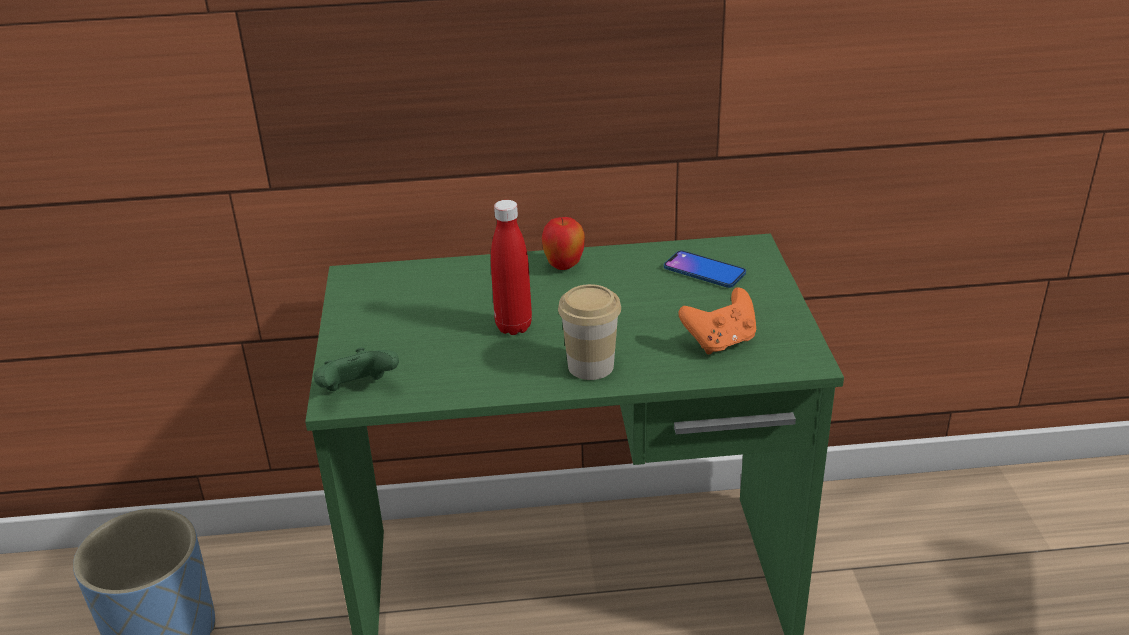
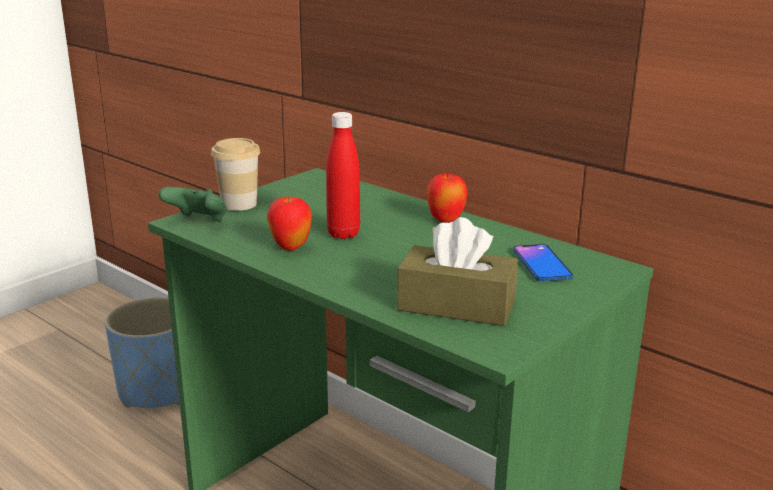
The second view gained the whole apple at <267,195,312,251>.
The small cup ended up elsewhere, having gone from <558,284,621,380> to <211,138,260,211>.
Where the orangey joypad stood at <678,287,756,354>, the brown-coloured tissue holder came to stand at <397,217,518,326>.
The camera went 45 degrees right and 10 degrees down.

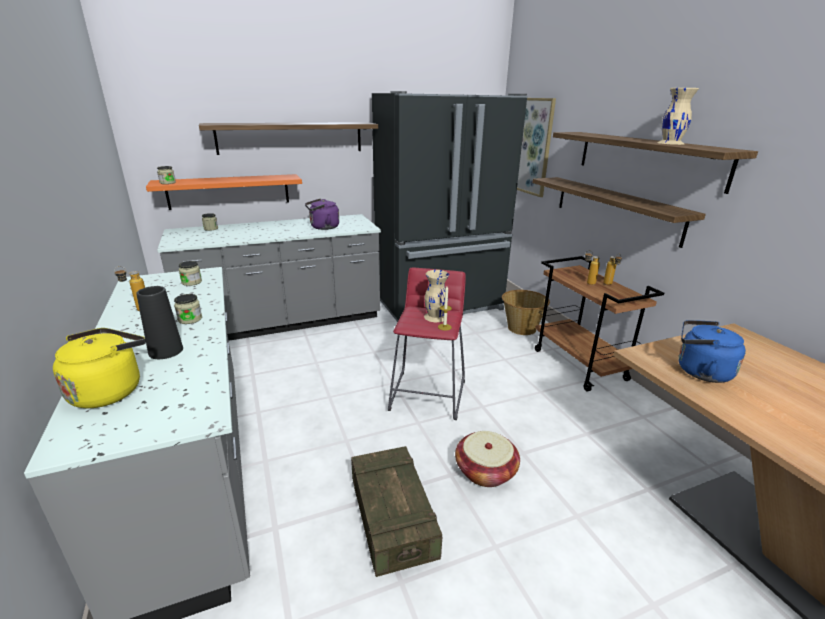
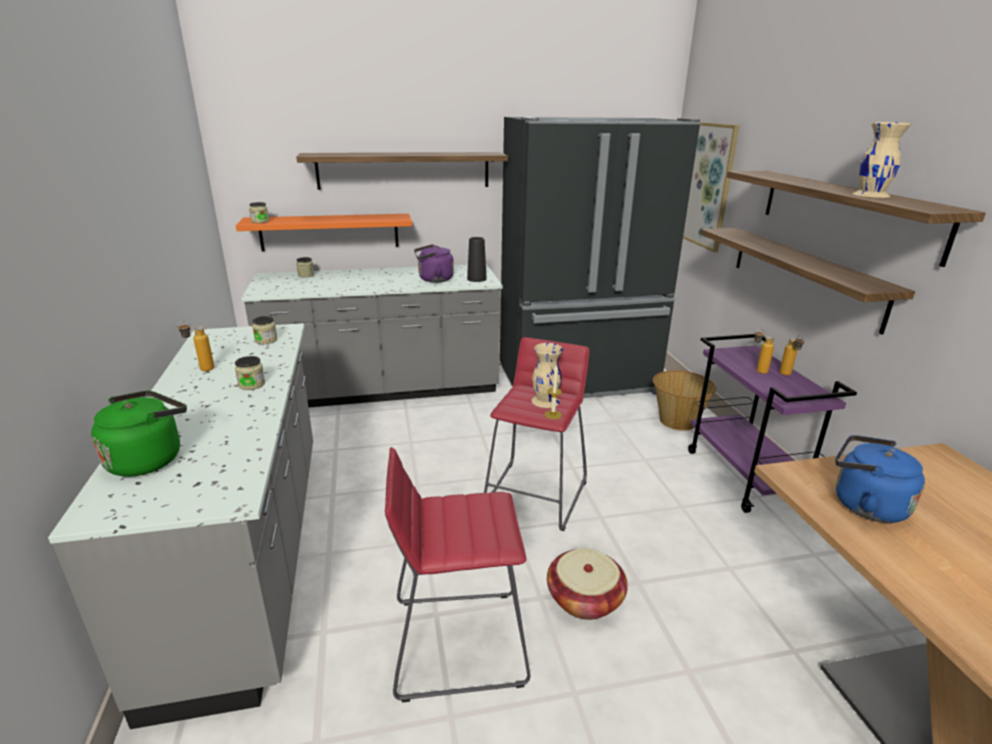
The blackish vase ended up elsewhere, having gone from <136,286,183,359> to <467,237,486,282>.
Where the packing crate stood at <351,446,442,577>, the red sitting stool came to stand at <385,447,530,702>.
What was the yellow kettle at <53,328,146,408> turned into the green-coloured kettle at <91,391,187,477>.
What was the brown-coloured trolley at <535,256,664,392> turned into the purplish trolley at <688,334,857,513>.
The camera went 10 degrees right and 0 degrees up.

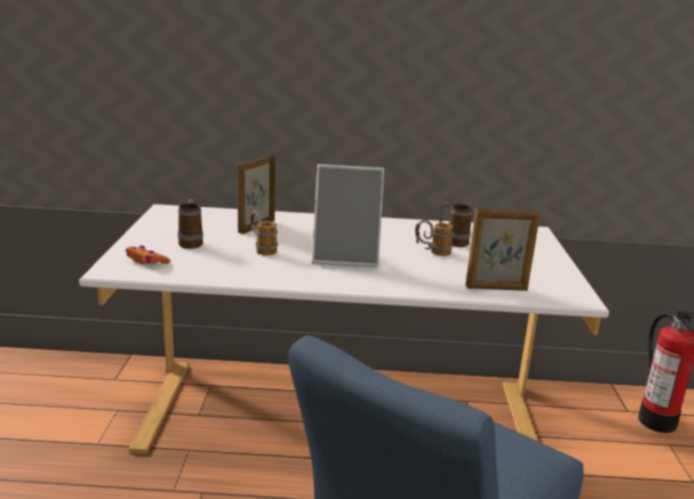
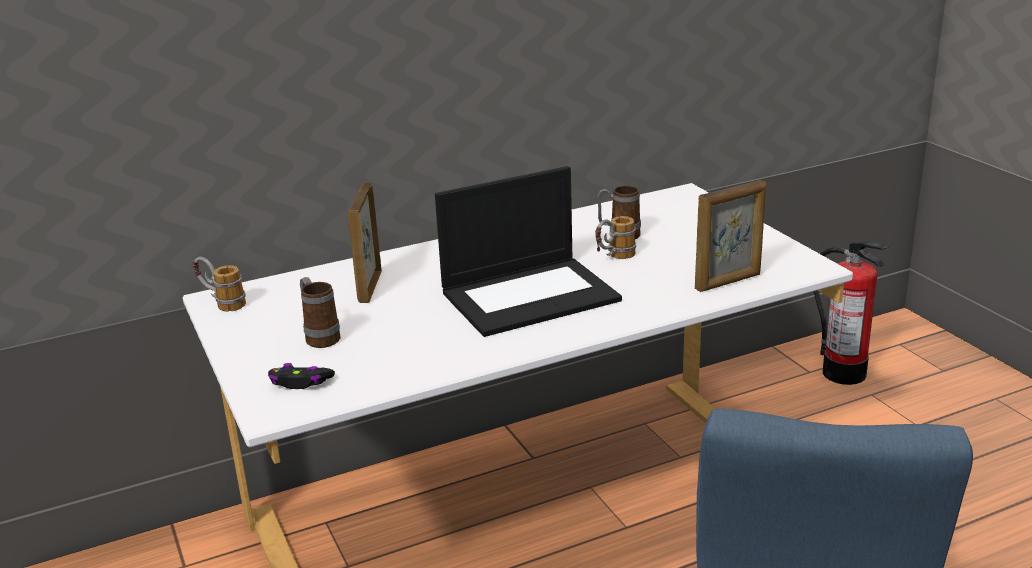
The mug ended up elsewhere, having gone from <250,211,278,256> to <193,257,246,312>.
Where the photo frame stood at <312,164,384,268>, the notebook computer came to stand at <435,166,622,337>.
What was the orangey joypad at <125,245,171,264> turned into the blackish joypad at <268,363,335,389>.
The camera went 25 degrees left and 5 degrees up.

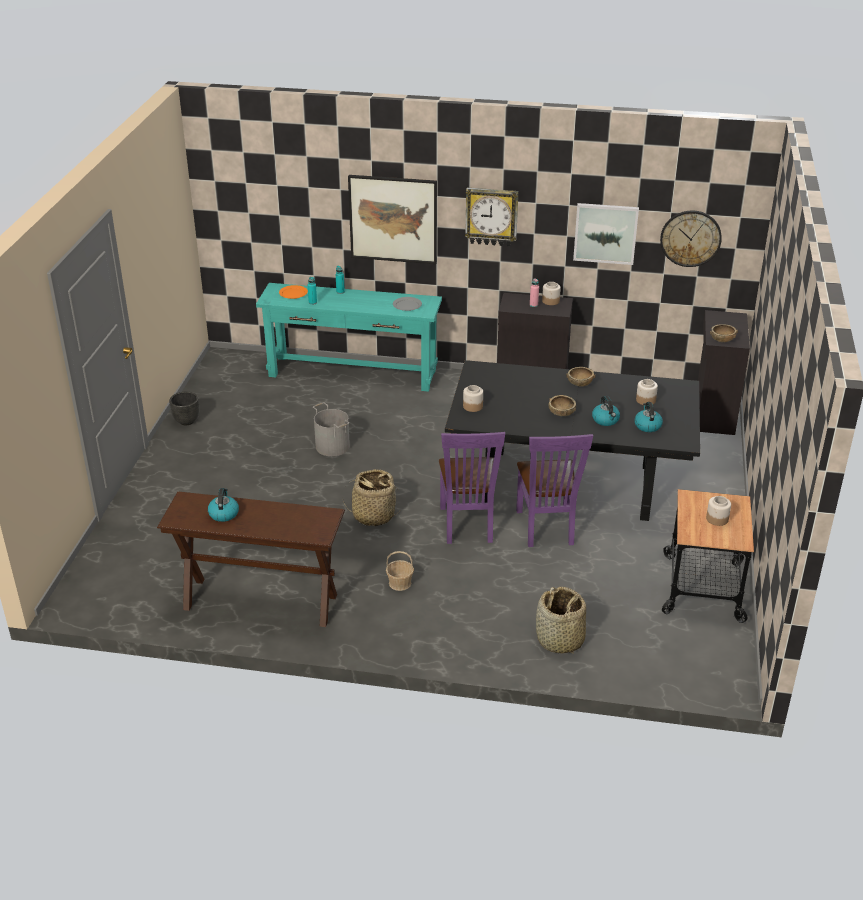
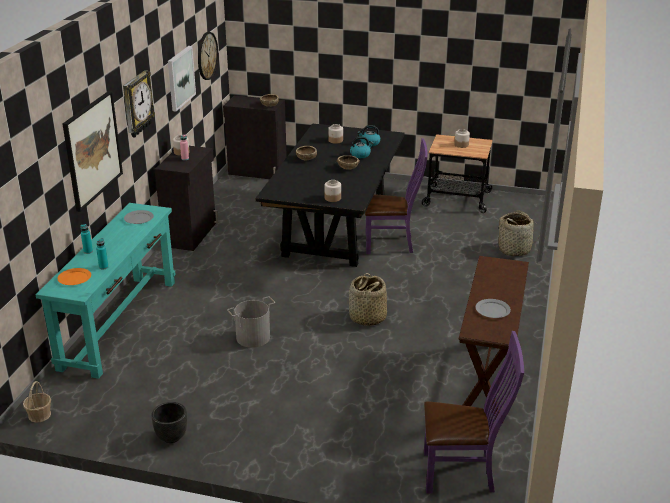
The household basket ended up elsewhere, having gone from <386,551,414,591> to <23,381,51,423>.
The purplish chair ended up elsewhere, having gone from <439,432,505,544> to <424,331,524,494>.
Where the kettle stood at <208,488,239,522>, the greyish plate came to stand at <475,299,511,318>.
The camera went 85 degrees left and 5 degrees down.

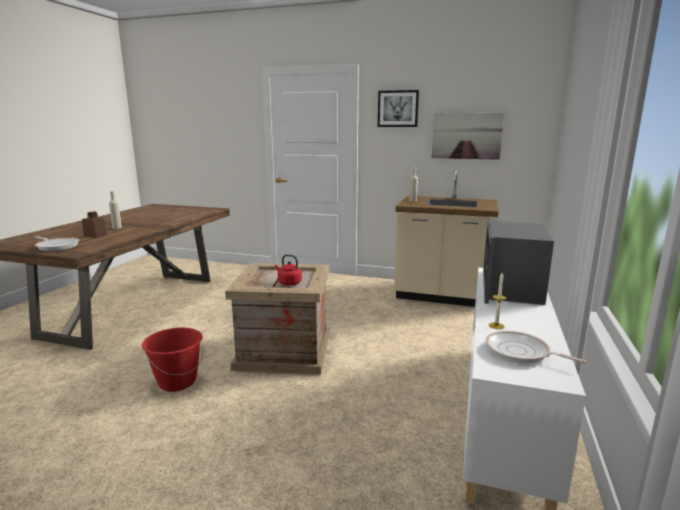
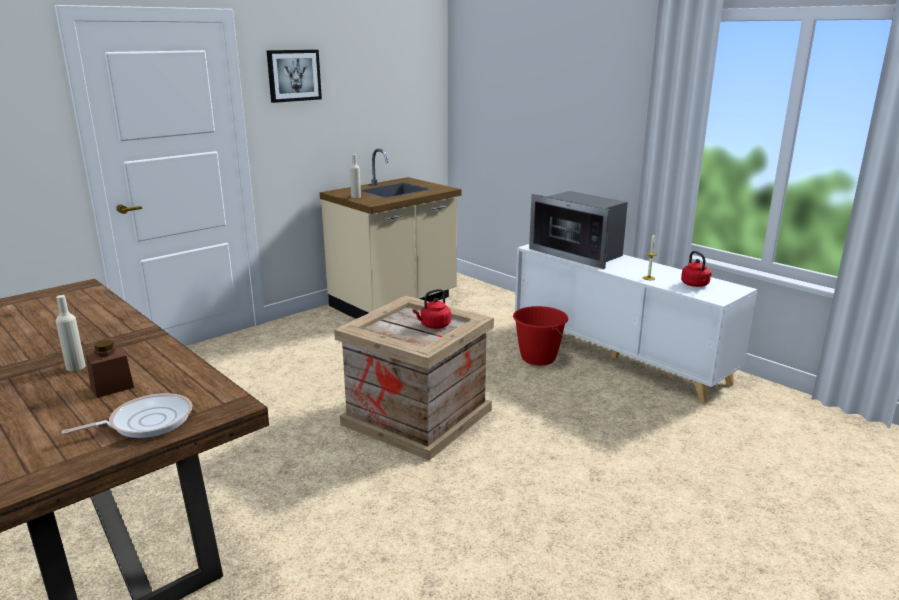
The second view lost the wall art at <432,113,504,160>.
The red water bucket ended up elsewhere, having gone from <142,328,204,392> to <513,306,568,365>.
Where the frying pan stood at <486,331,587,364>, the red kettle came to stand at <681,251,712,287>.
The camera went 60 degrees left and 5 degrees up.

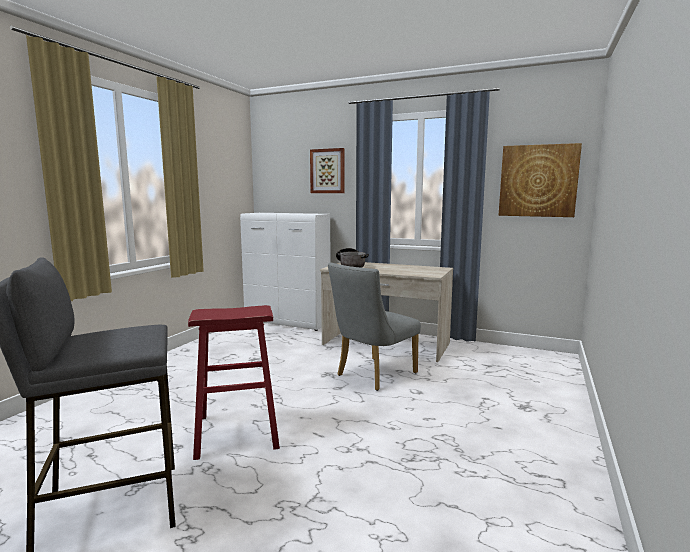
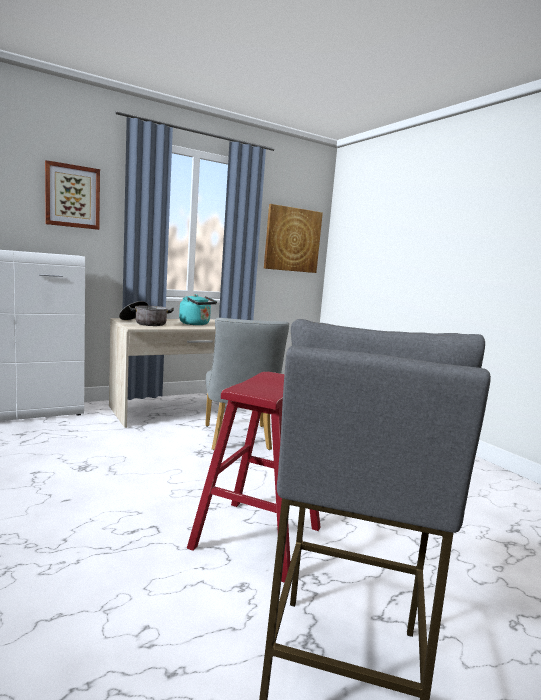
The second view gained the turquoise kettle at <179,294,217,325>.
The camera went 55 degrees left and 0 degrees up.

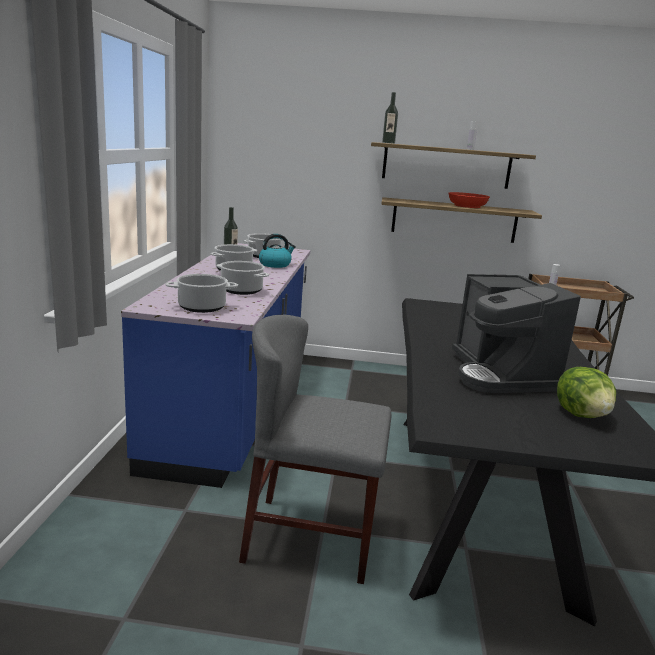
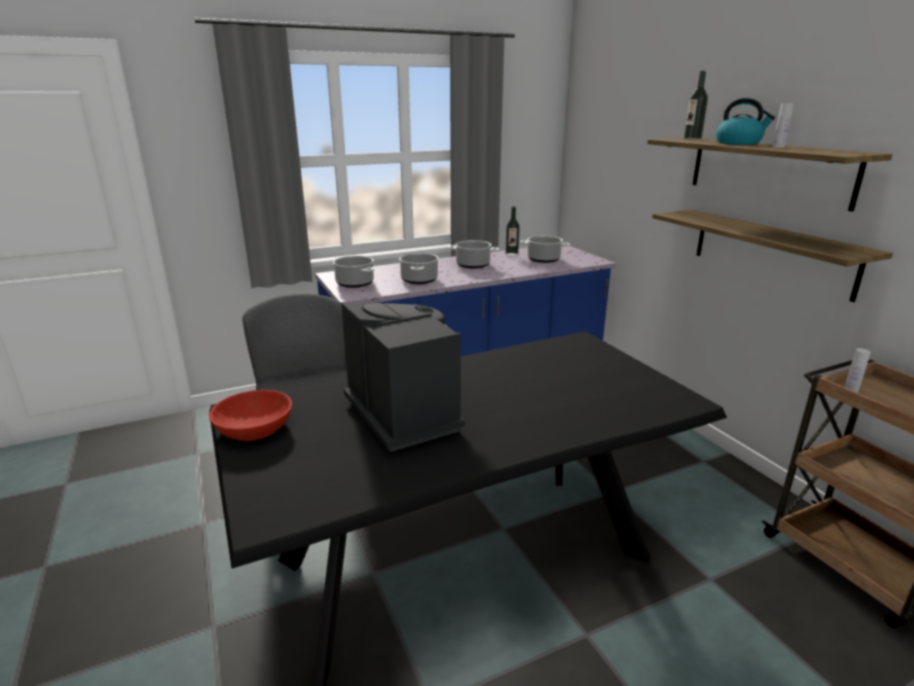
The second view lost the head of lettuce at <557,367,616,418>.
The kettle ended up elsewhere, having gone from <259,234,296,268> to <716,98,775,145>.
The red bowl ended up elsewhere, having gone from <449,192,490,208> to <209,390,293,441>.
The coffee brewer at <452,274,581,393> ended up facing another way, 105 degrees clockwise from before.
The camera went 60 degrees right and 5 degrees up.

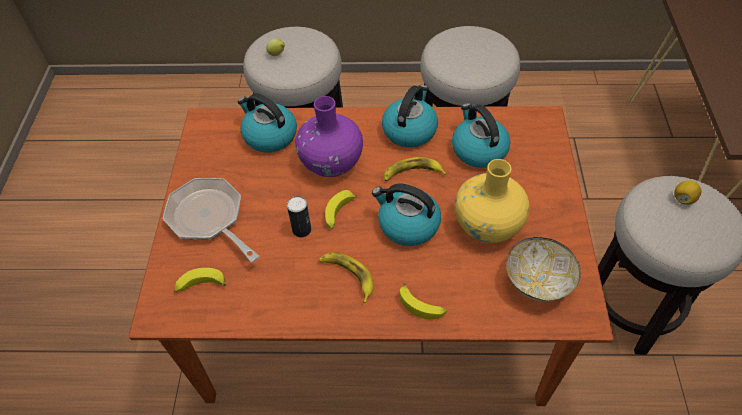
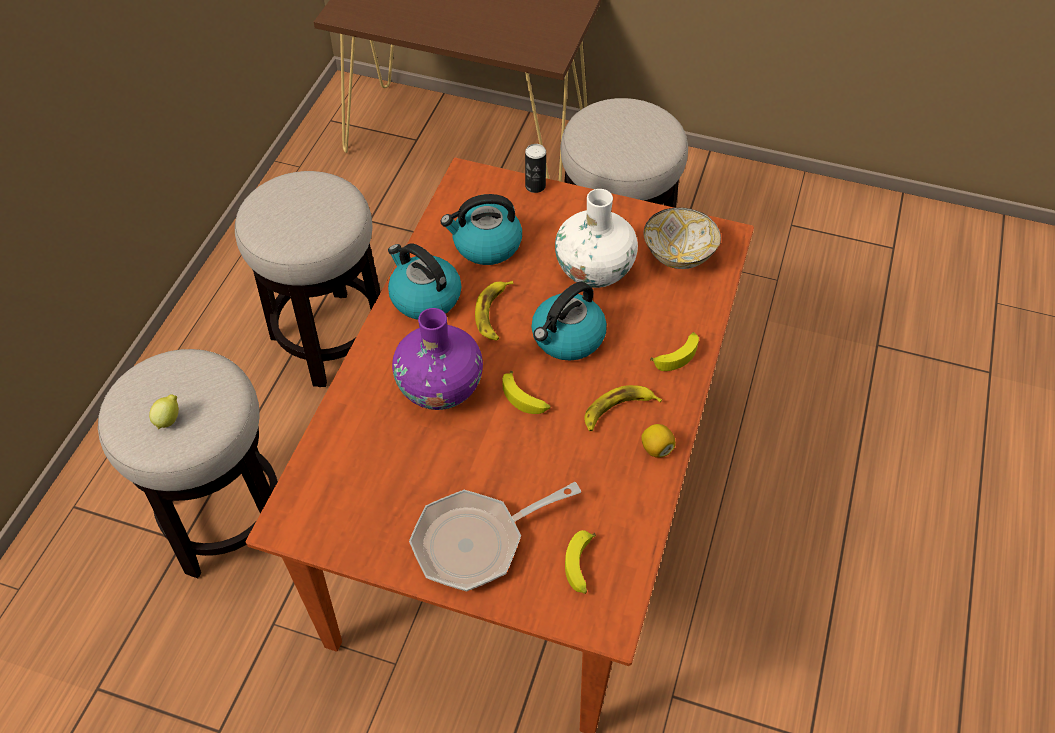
The second view lost the kettle at <238,93,297,153>.
The metal can ended up elsewhere, having gone from <287,196,311,237> to <525,144,546,193>.
The citrus fruit ended up elsewhere, having gone from <674,181,701,205> to <641,424,676,458>.
What was the yellow vase at <455,159,529,243> turned into the whitish vase at <555,189,638,288>.
The camera went 75 degrees left and 0 degrees up.

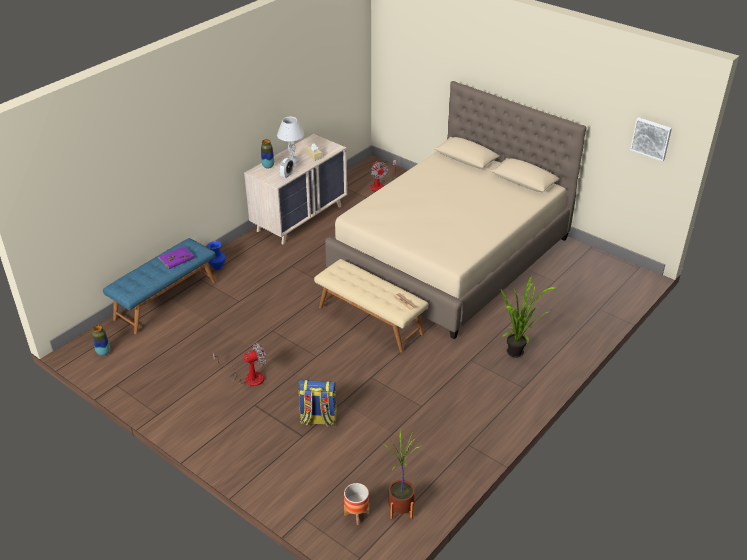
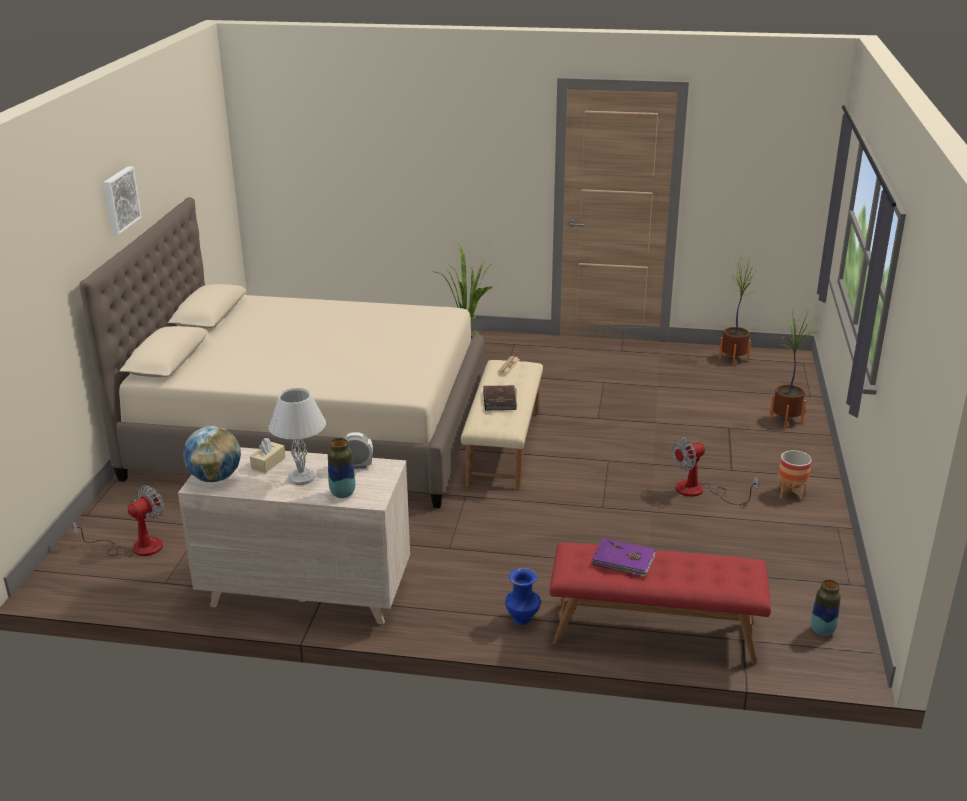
The second view lost the knapsack at <298,380,337,427>.
The second view gained the world globe at <183,426,241,482>.
The second view gained the brown-coloured volume at <483,385,517,411>.
The second view gained the potted plant at <769,309,816,429>.
The flower pot ended up elsewhere, having gone from <344,483,369,525> to <778,450,812,500>.
The wall art ended up elsewhere, having gone from <630,117,672,161> to <104,166,142,235>.
What was the bluish indoor bench at <103,238,216,334> turned into the red indoor bench at <549,542,771,665>.
The cooling fan at <212,342,266,386> ended up facing another way, 60 degrees counterclockwise from before.
The camera went 120 degrees left and 10 degrees down.

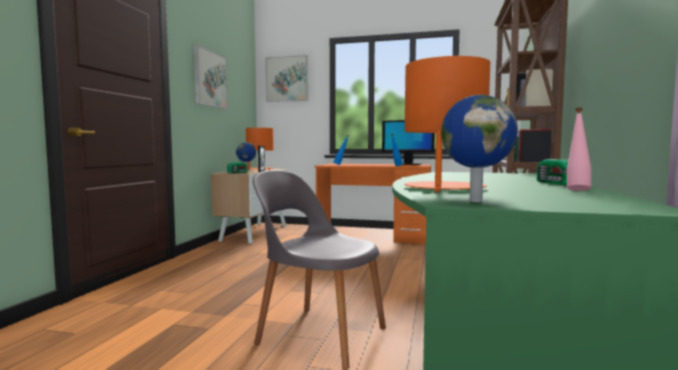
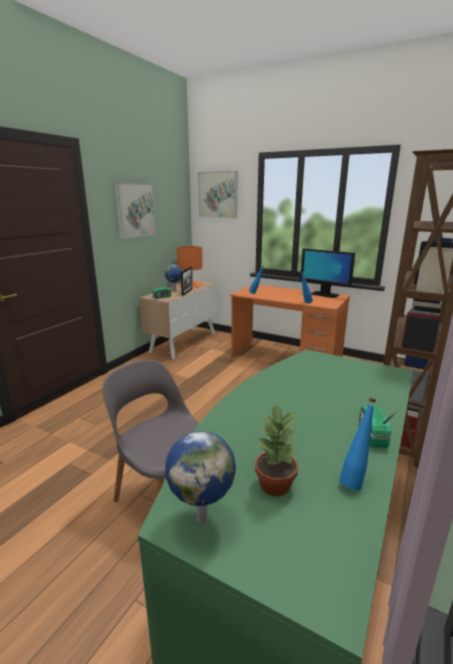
The second view lost the orangey tabletop lamp at <404,56,490,192>.
The second view gained the potted plant at <255,403,298,496>.
What was the pink-coloured beverage bottle at <567,107,591,191> turned into the bluish beverage bottle at <339,398,376,490>.
The camera went 15 degrees right and 15 degrees up.

